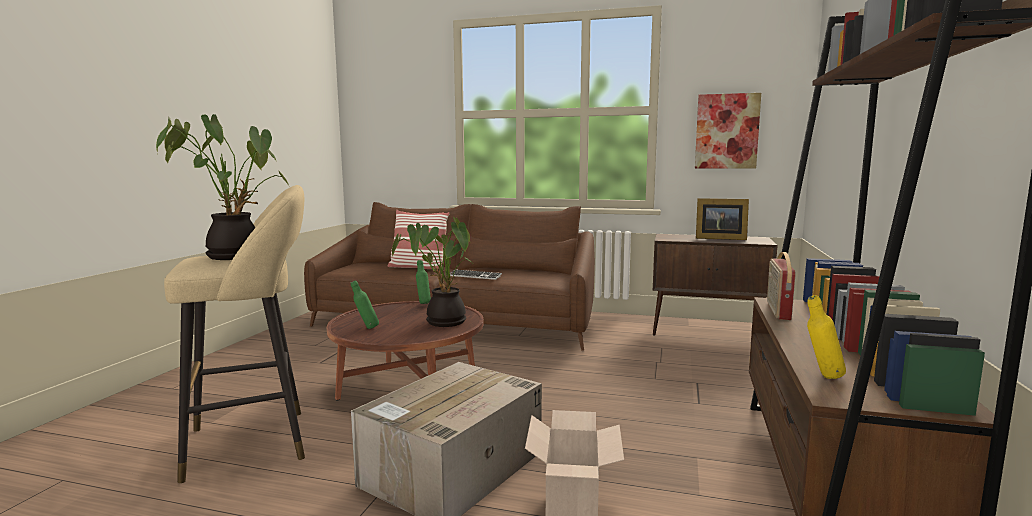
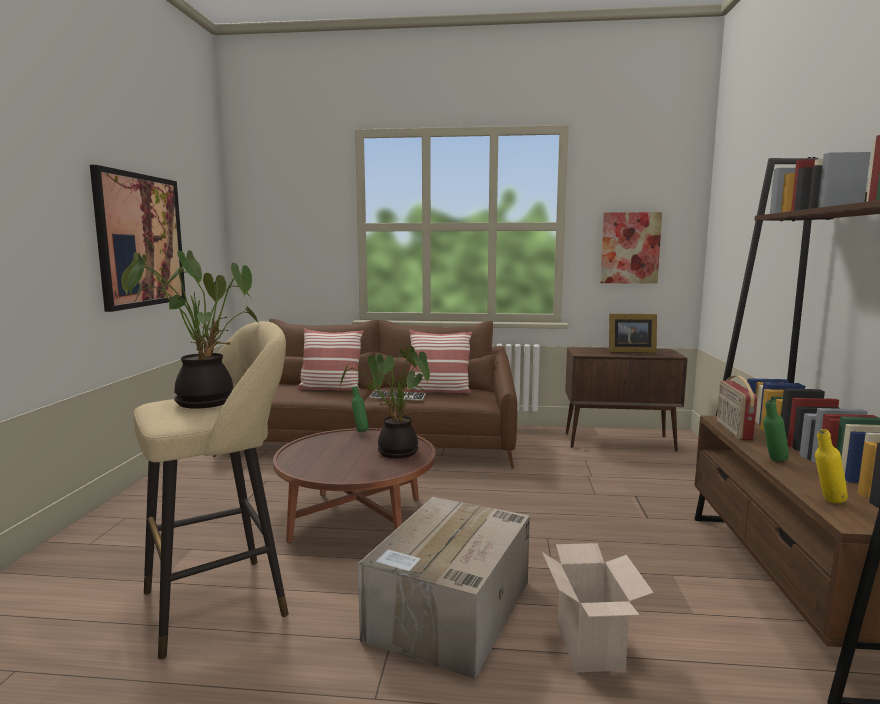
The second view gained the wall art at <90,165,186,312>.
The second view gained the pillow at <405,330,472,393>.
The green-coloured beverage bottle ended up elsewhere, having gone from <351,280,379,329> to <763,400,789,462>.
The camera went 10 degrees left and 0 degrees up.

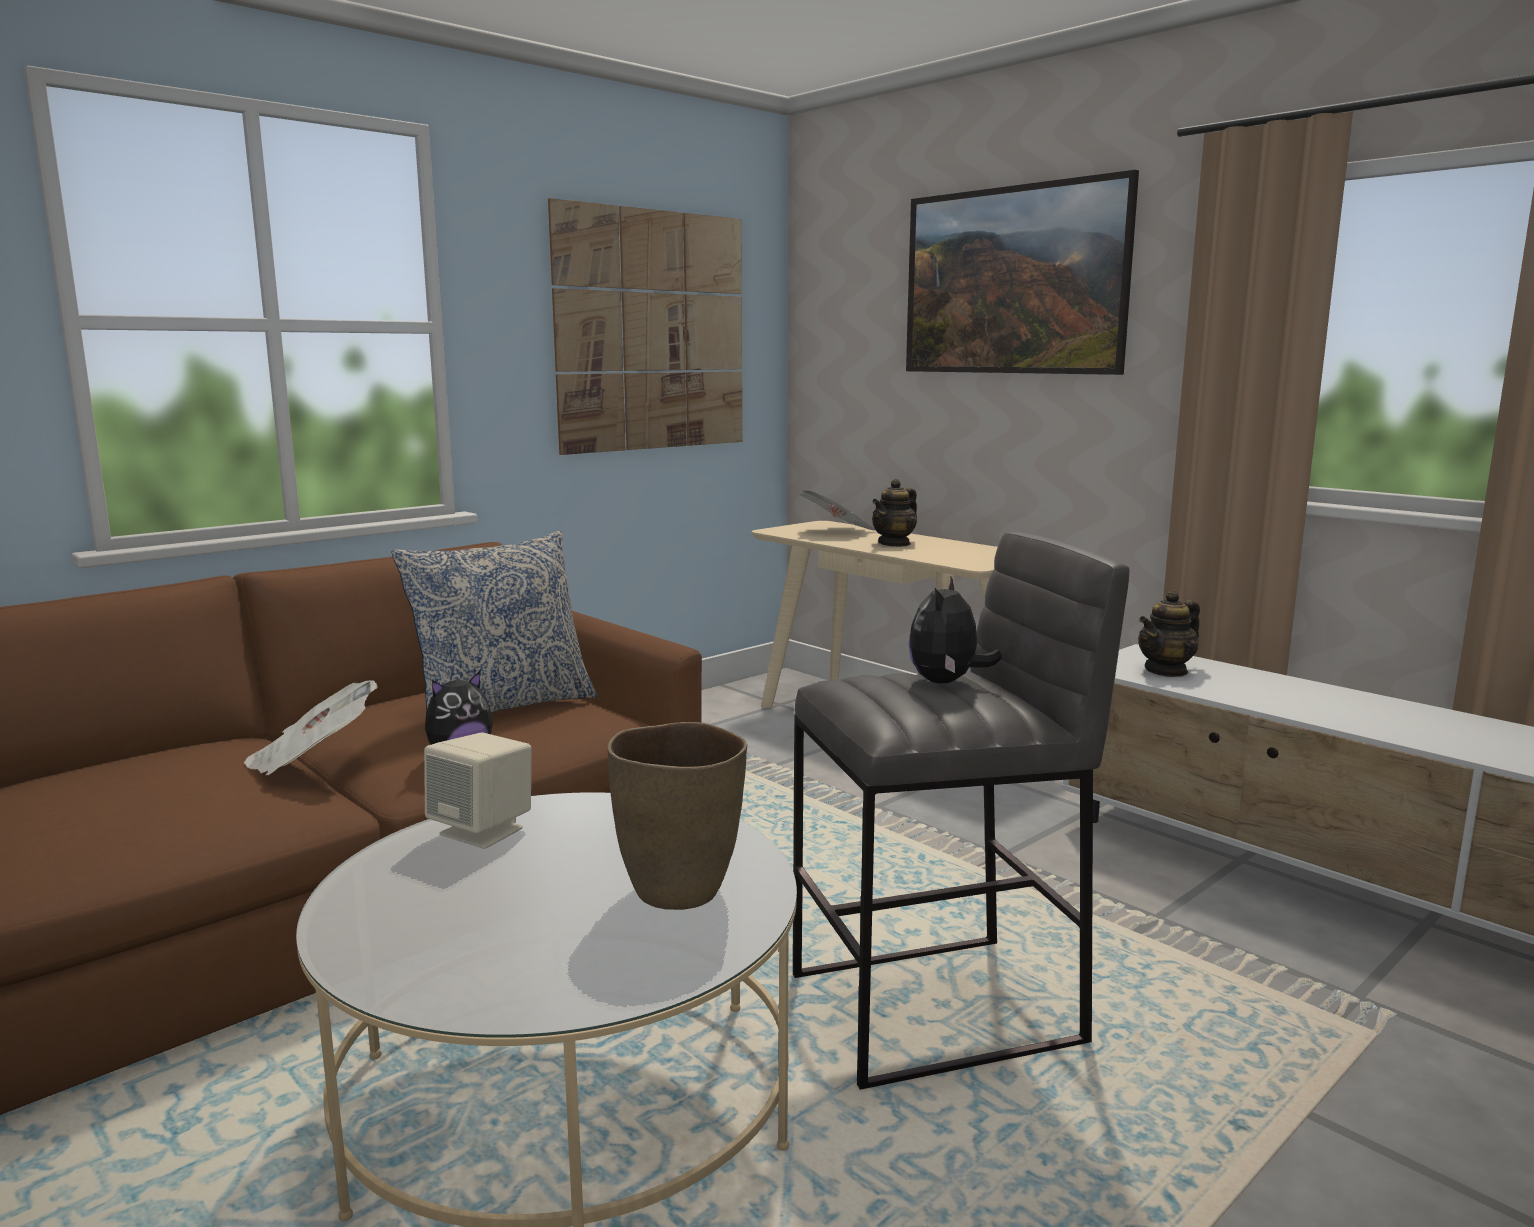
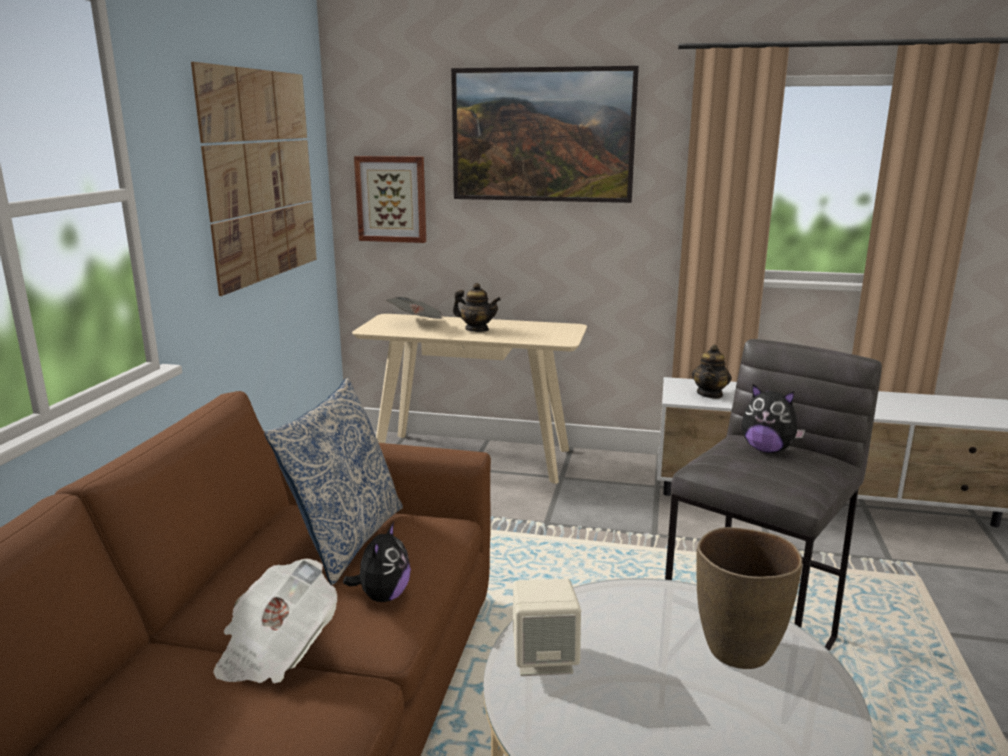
The second view gained the wall art at <354,156,426,243>.
The tea pot at <872,479,917,547> ended up facing another way, 75 degrees counterclockwise from before.
The plush toy at <909,577,1002,683> ended up facing another way, 45 degrees counterclockwise from before.
The camera went 35 degrees left and 5 degrees up.

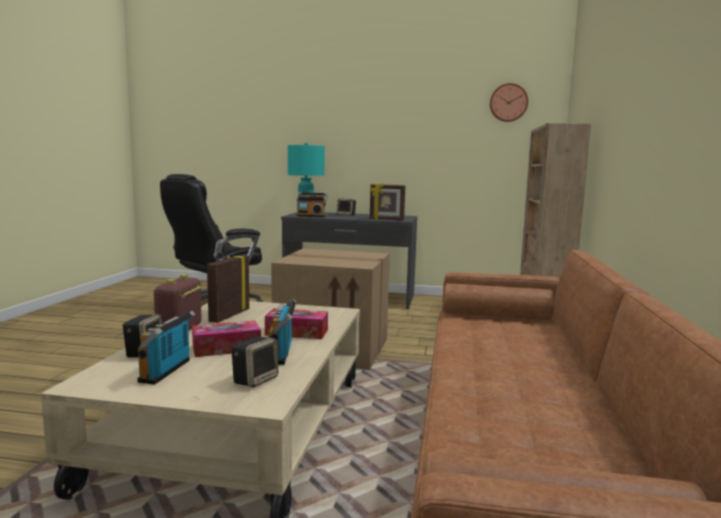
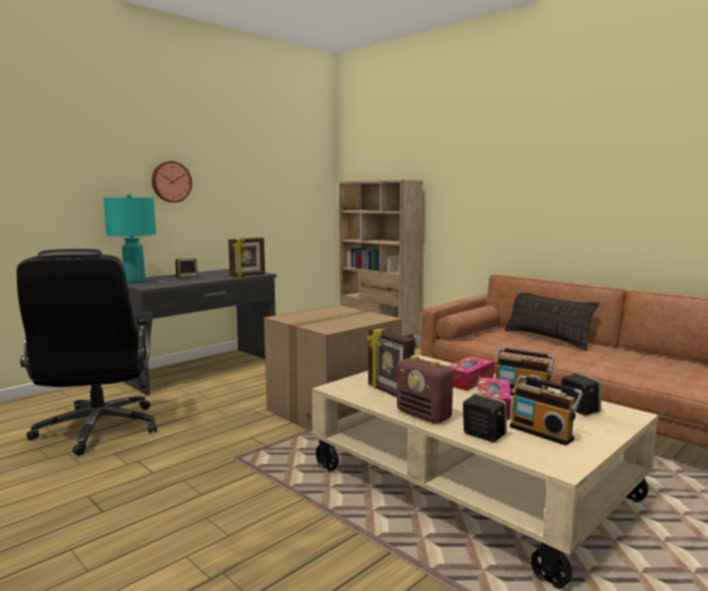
The second view lost the radio set at <296,192,328,217>.
The second view gained the pillow at <504,293,599,351>.
The clock on the wall ended up elsewhere, having gone from <490,83,528,122> to <152,161,192,203>.
The camera went 55 degrees left and 0 degrees up.

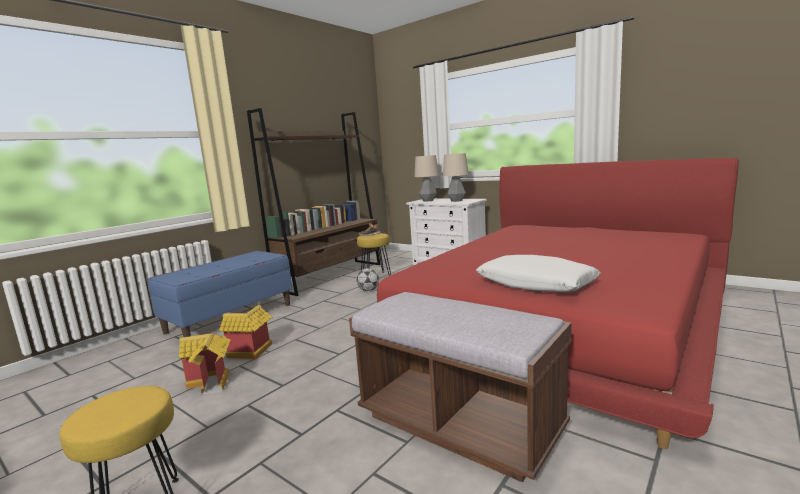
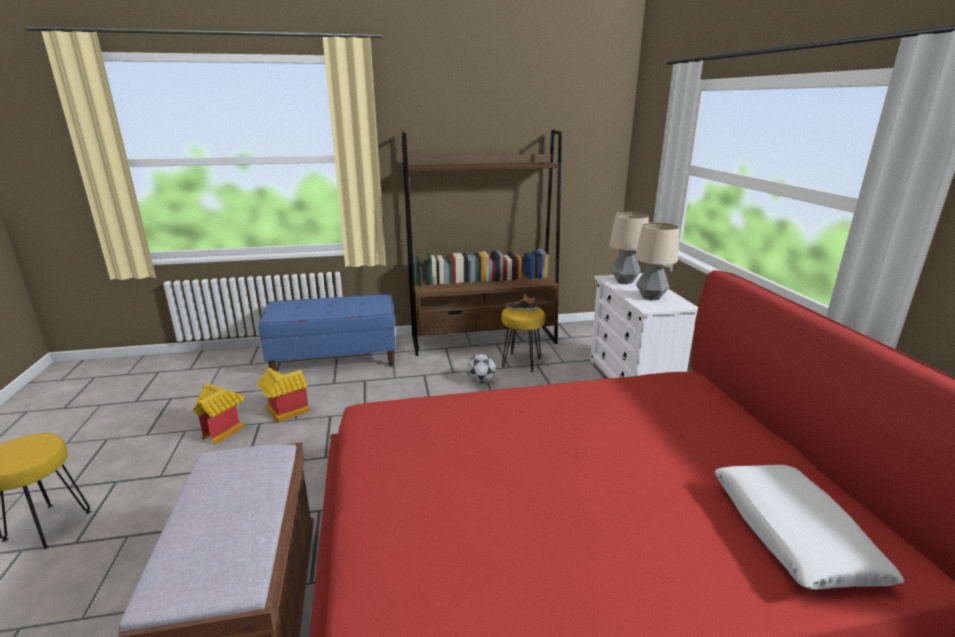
The whitish pillow ended up elsewhere, having gone from <476,255,601,292> to <714,465,905,589>.
The camera went 40 degrees right and 10 degrees up.

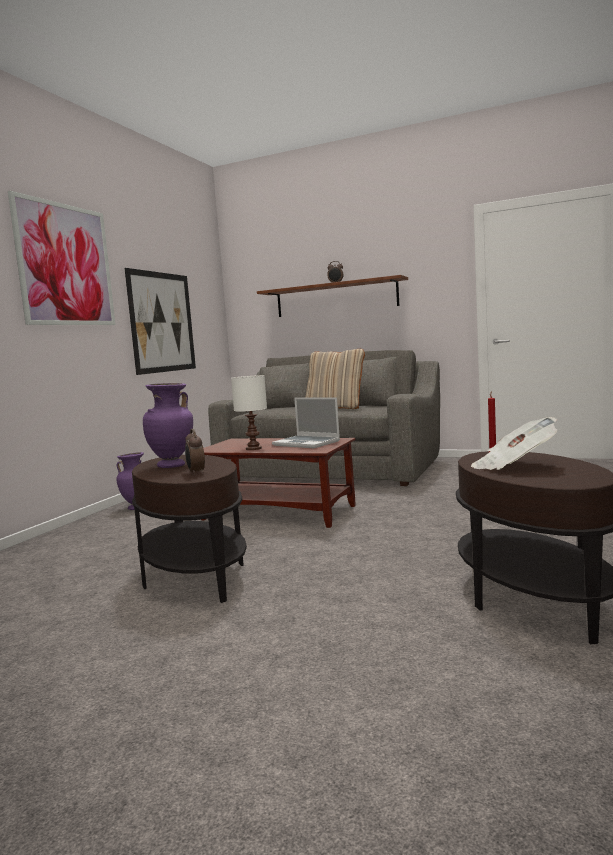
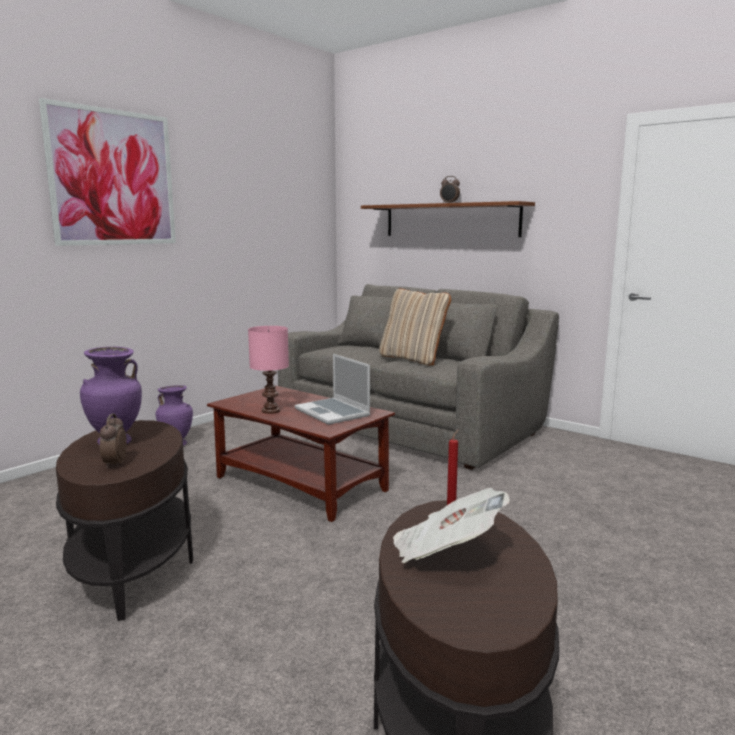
The second view lost the wall art at <125,268,196,375>.
What was the whitish tabletop lamp at <231,375,267,450> turned into the pink-coloured tabletop lamp at <248,326,289,414>.
The camera went 15 degrees right and 5 degrees up.

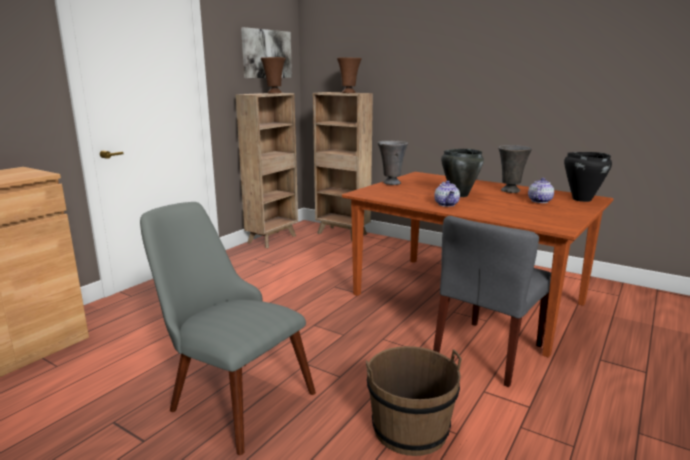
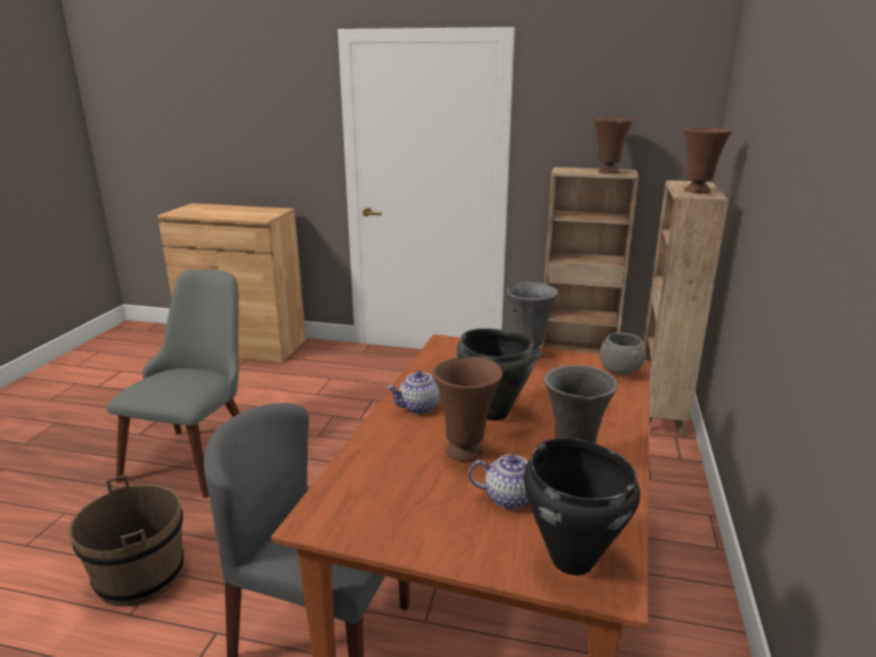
The second view lost the wall art at <241,27,292,78>.
The second view gained the brown-coloured vase at <432,357,503,462>.
The second view gained the greyish bowl at <600,332,646,375>.
The camera went 70 degrees right and 5 degrees up.

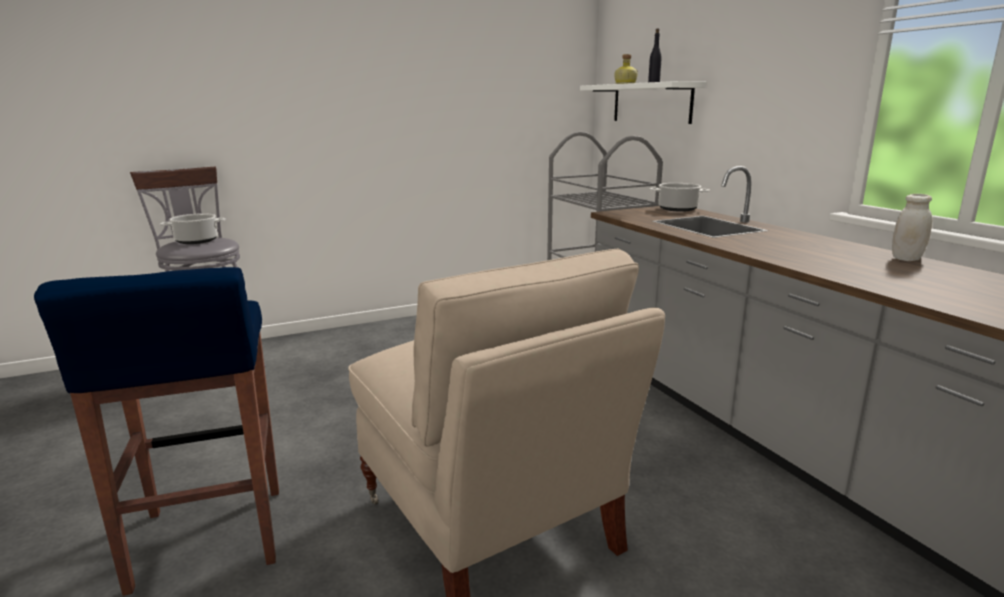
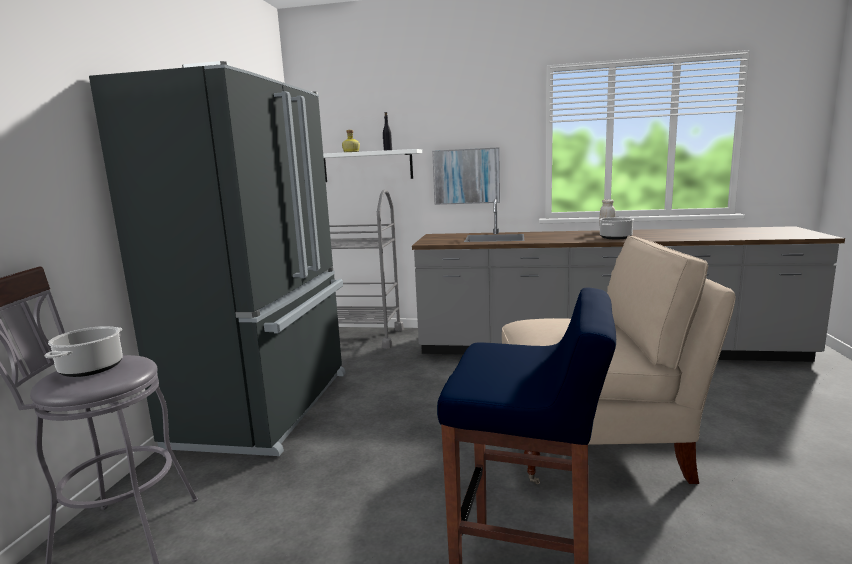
The second view gained the blackish kitchen fridge at <89,61,346,456>.
The second view gained the wall art at <432,147,500,205>.
The stockpot ended up elsewhere, having gone from <649,183,710,212> to <599,217,634,239>.
The camera went 55 degrees left and 5 degrees down.

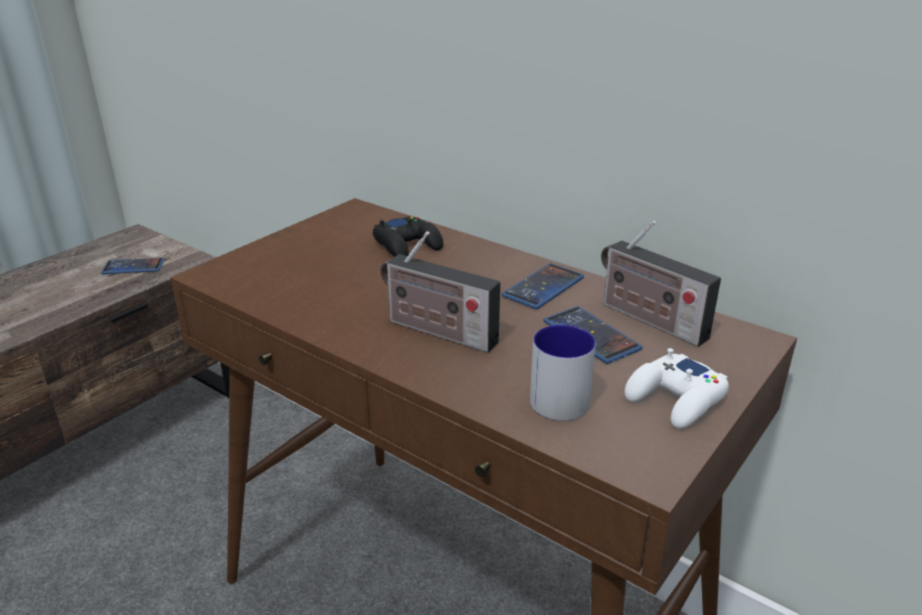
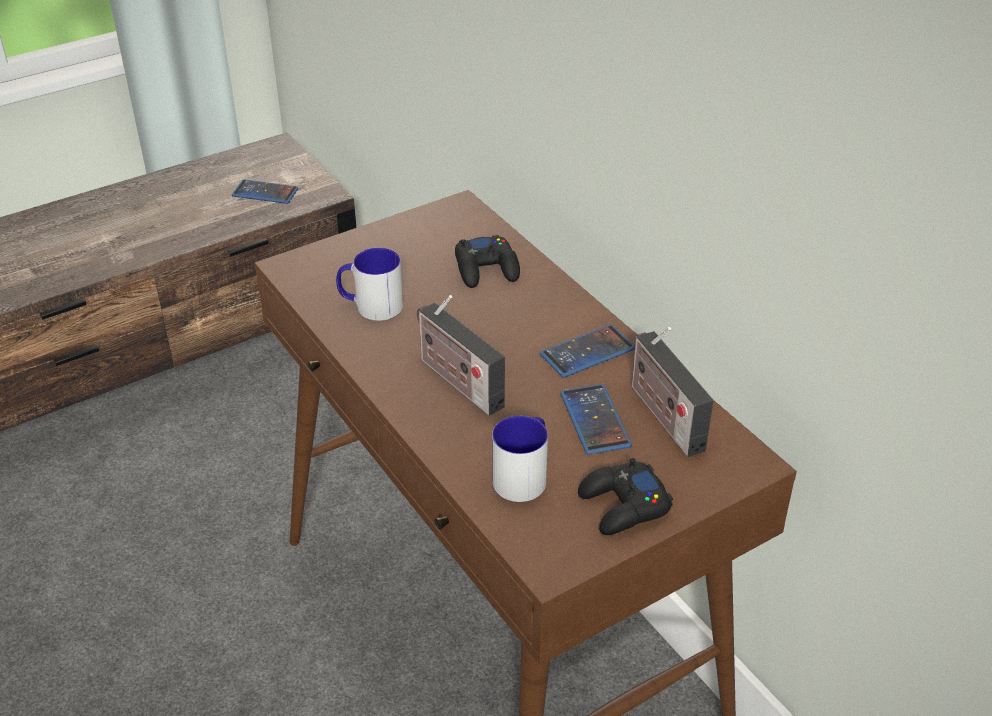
The second view gained the mug at <336,248,403,321>.
What was the whitish joypad at <624,348,729,429> turned into the blackish joypad at <578,458,673,535>.
The camera went 20 degrees right and 10 degrees up.

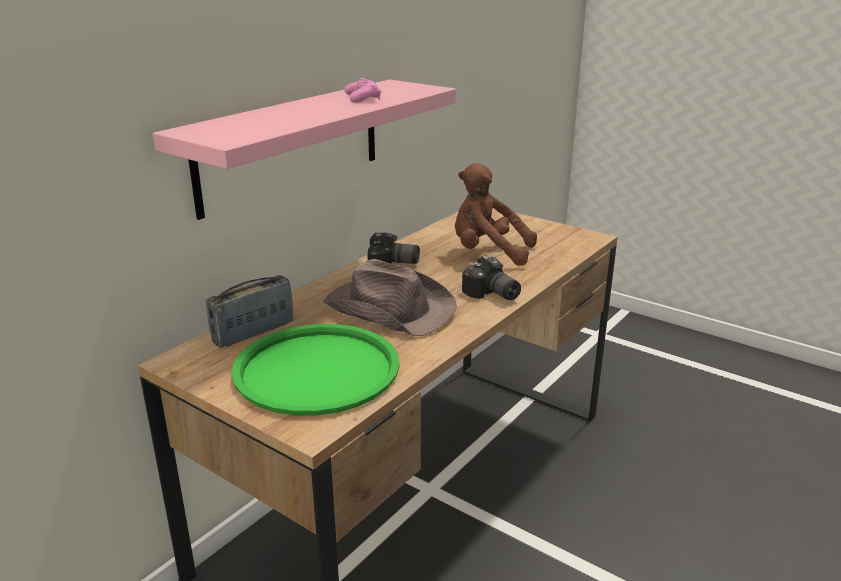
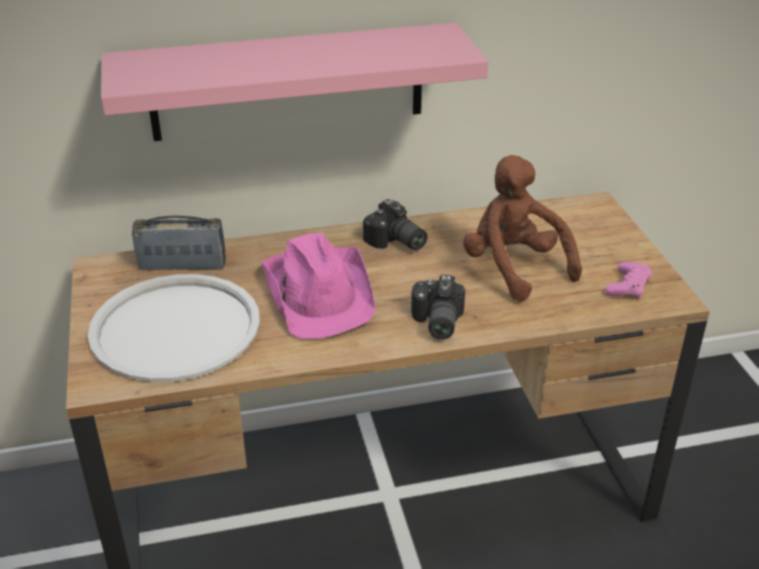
The pink-coloured joypad ended up elsewhere, having gone from <344,78,381,103> to <605,262,652,299>.
What was the green-coloured serving tray at <232,324,400,415> turned into the whitish serving tray at <88,274,260,382>.
What was the brown-coloured wearable hat at <323,259,457,336> turned into the pink-coloured wearable hat at <261,233,376,339>.
The camera went 40 degrees right and 10 degrees up.

